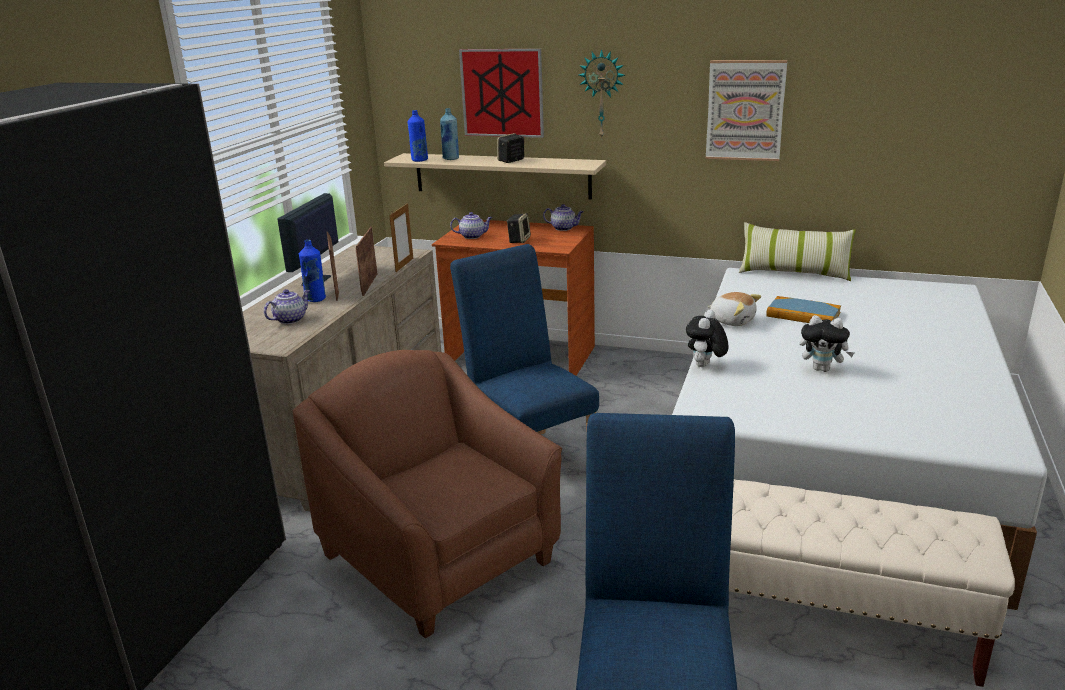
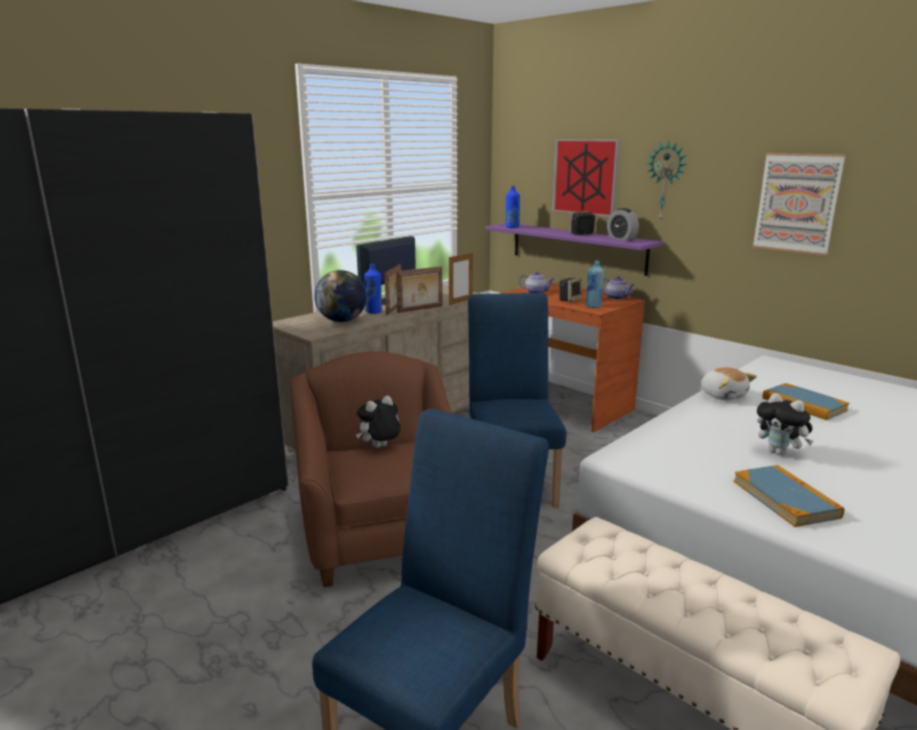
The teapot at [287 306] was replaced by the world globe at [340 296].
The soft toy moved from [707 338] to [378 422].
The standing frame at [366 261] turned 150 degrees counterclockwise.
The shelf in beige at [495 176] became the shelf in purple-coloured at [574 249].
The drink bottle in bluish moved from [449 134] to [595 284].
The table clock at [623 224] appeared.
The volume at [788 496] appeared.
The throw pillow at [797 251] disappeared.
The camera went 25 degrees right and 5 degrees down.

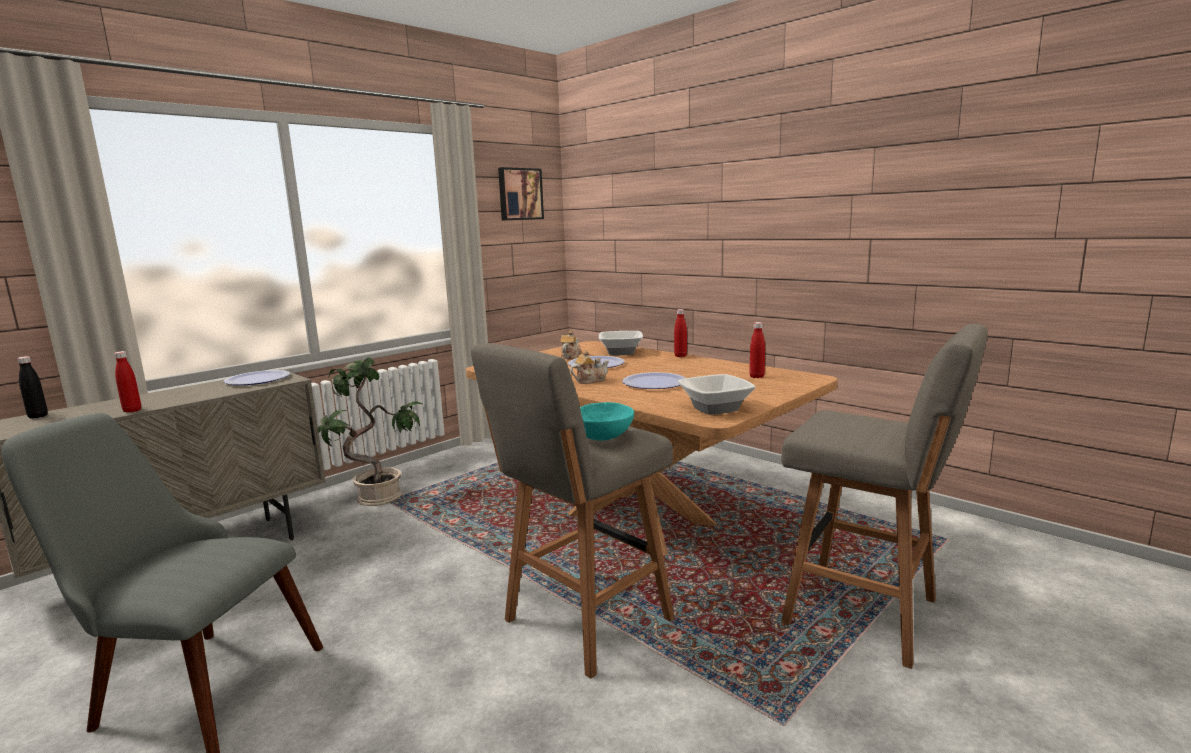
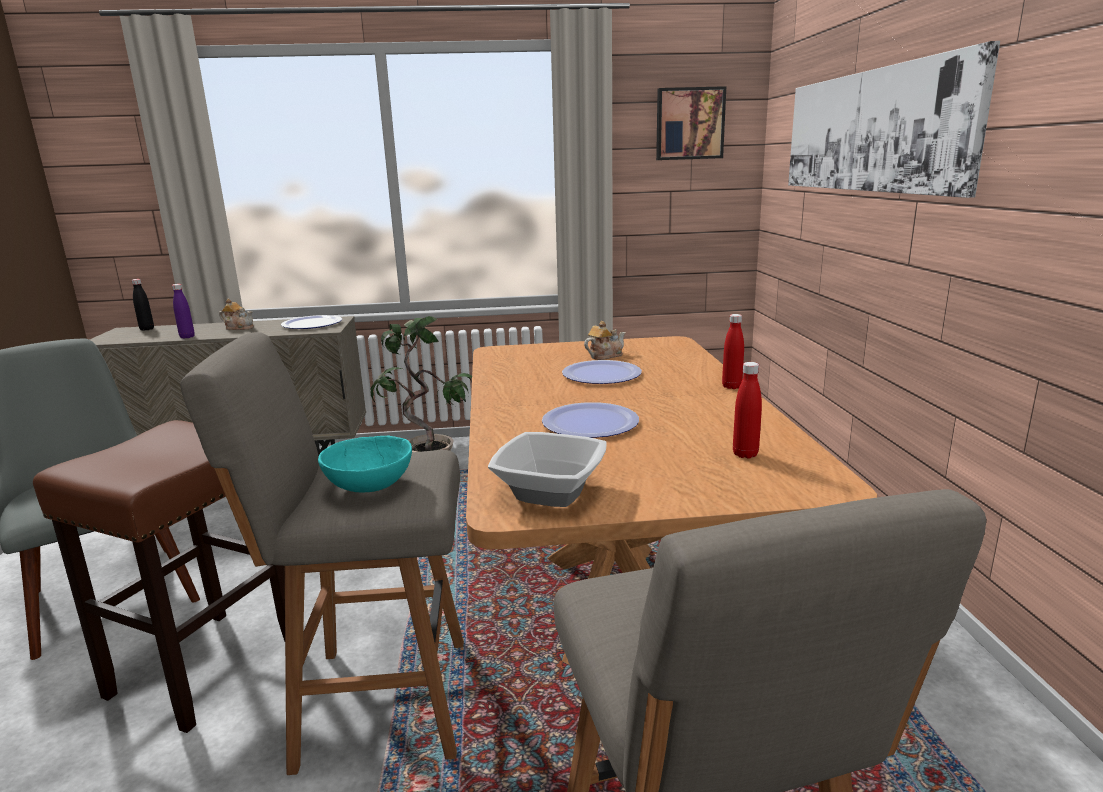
The stool in brownish at [159 576] appeared.
The drink bottle in reddish at [127 382] became the drink bottle in purple-coloured at [183 311].
The teapot moved from [589 367] to [236 314].
The wall art at [894 119] appeared.
The deep dish at [621 343] disappeared.
The camera went 40 degrees right and 5 degrees up.

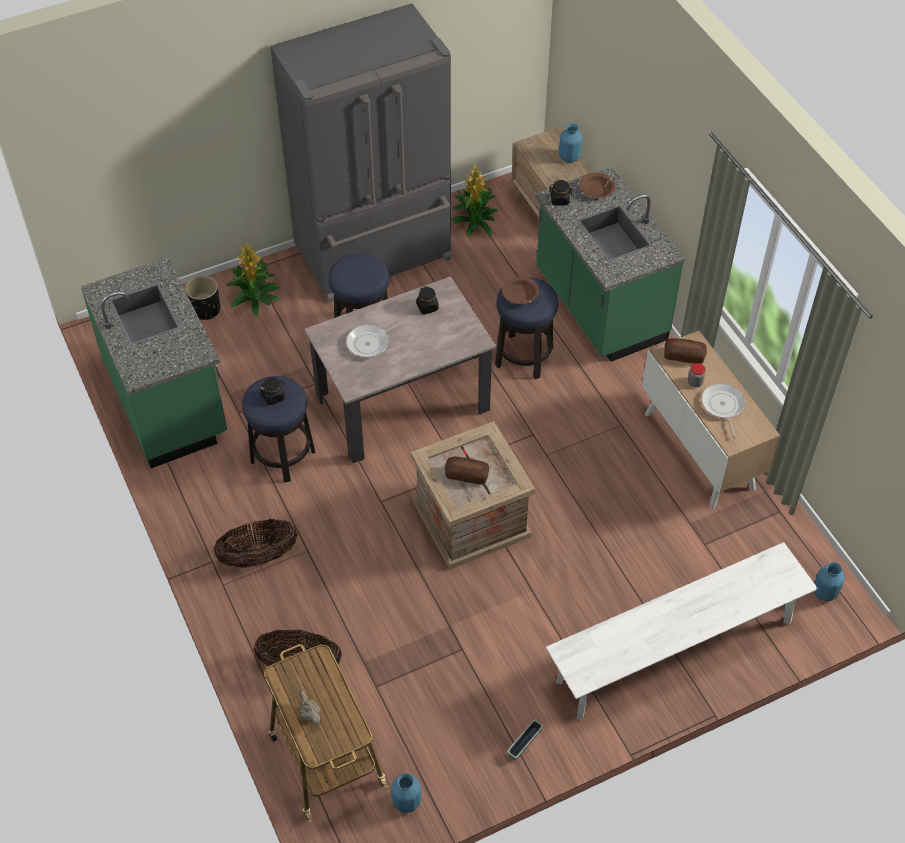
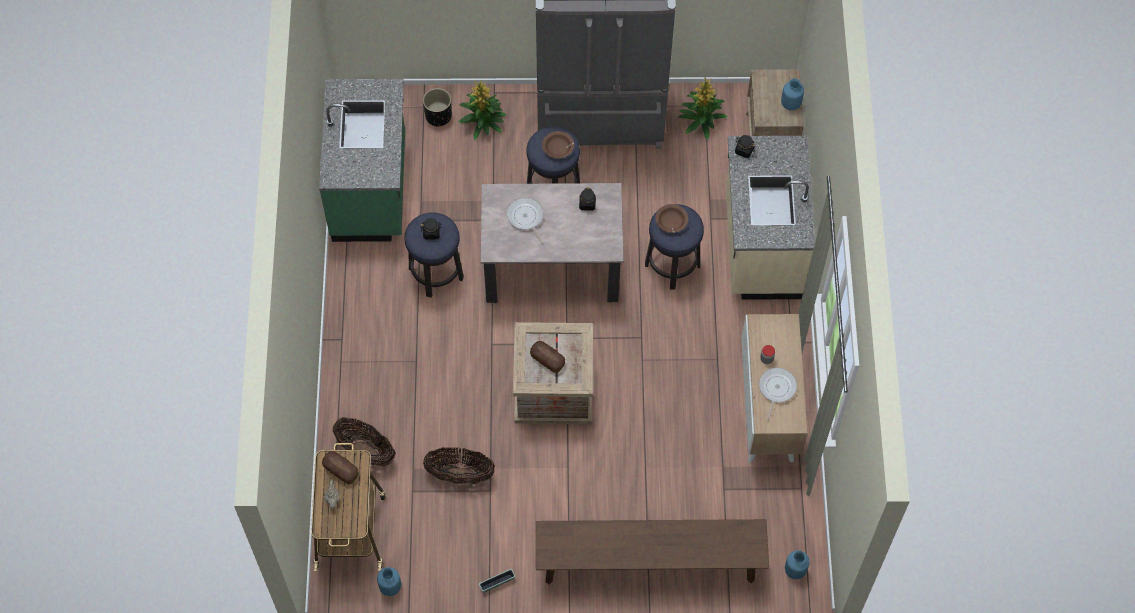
The bakery bread moved from [685 351] to [340 467].
The basket moved from [256 543] to [459 465].
The pan at [375 338] turned 75 degrees clockwise.
The indoor bench in white-coloured at [682 631] became the indoor bench in brownish at [652 552].
The deep dish in brownish moved from [597 185] to [558 145].
The kitchen base unit in green at [610 264] became the kitchen base unit in beige at [770 218].
The camera went 25 degrees right and 10 degrees up.

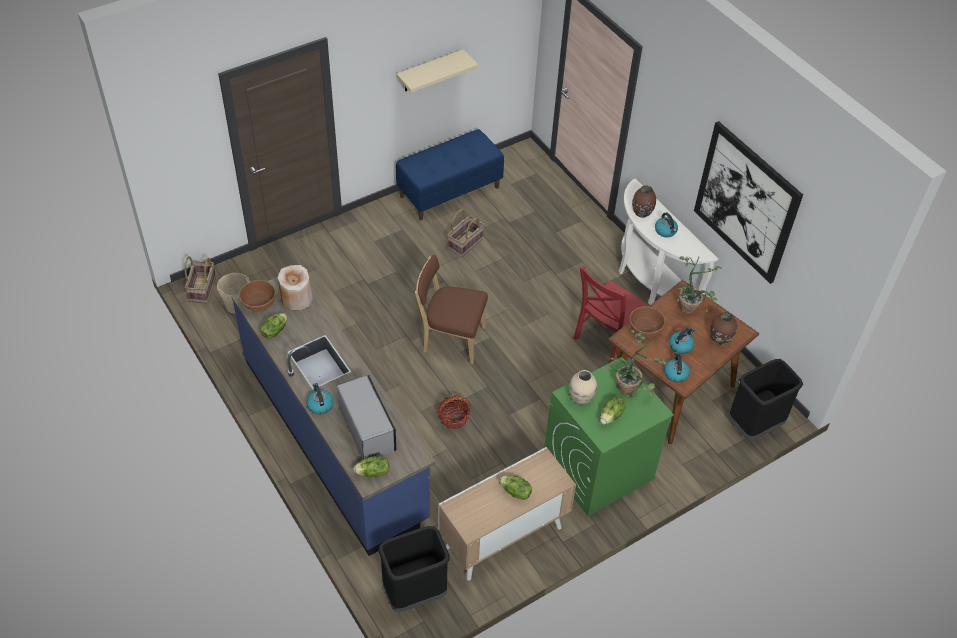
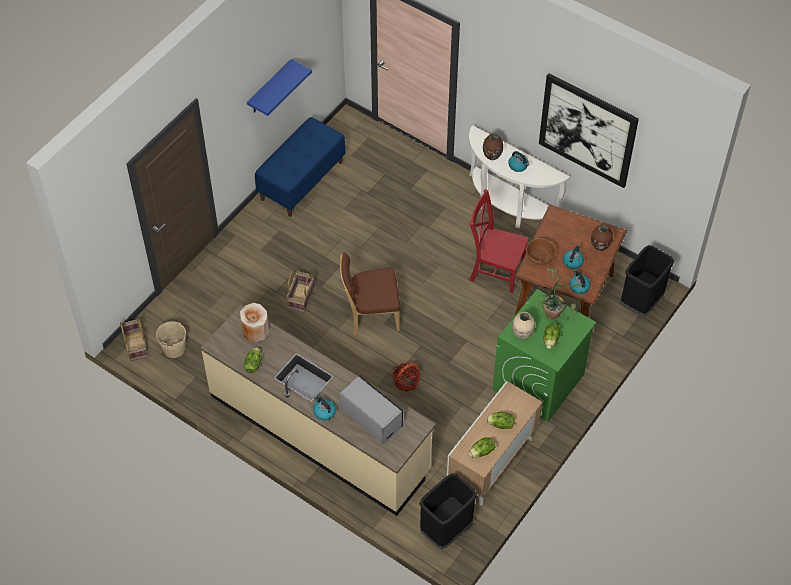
The kitchen base unit in bluish at [333 416] became the kitchen base unit in beige at [318 410].
The shelf in beige at [437 70] became the shelf in bluish at [279 87].
The basket moved from [466 233] to [300 291].
The chair in reddish at [611 314] turned 90 degrees clockwise.
The lettuce head moved from [371 466] to [482 447].
The deep dish in brownish at [257 296] disappeared.
The houseplant at [699 285] disappeared.
The camera went 20 degrees left and 5 degrees up.

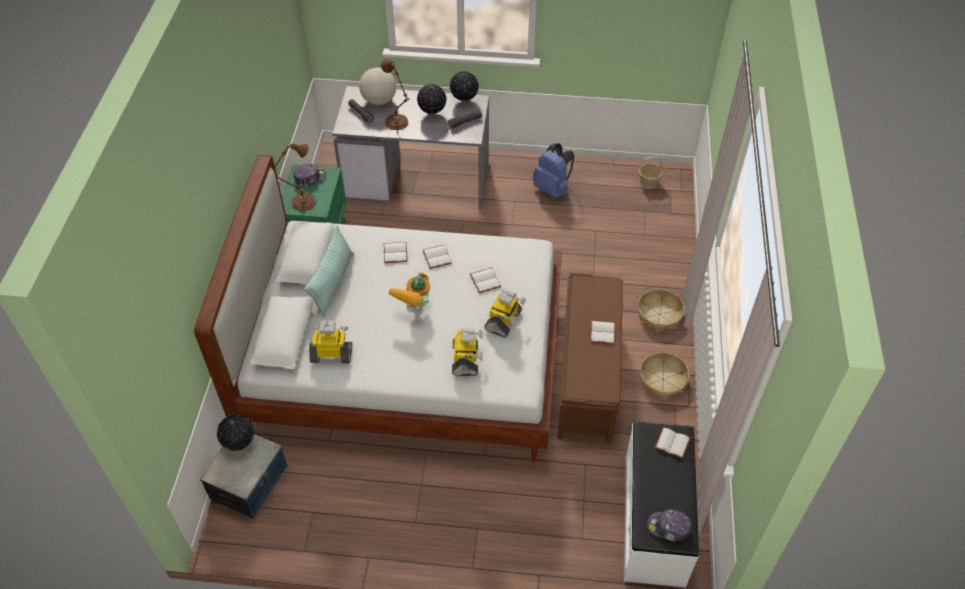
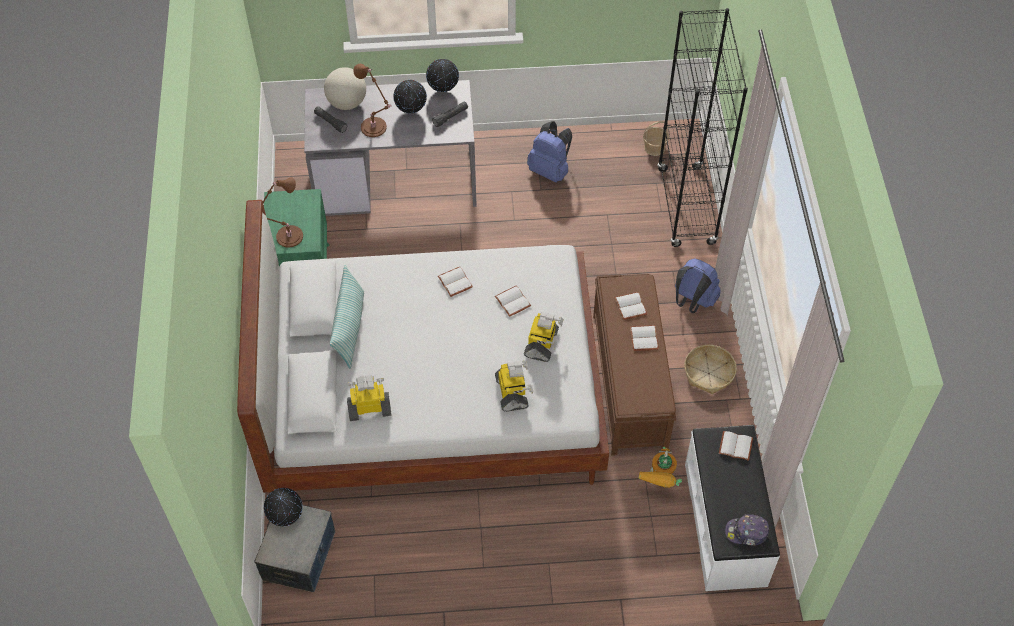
The volume in white-coloured moved from [396 252] to [631 306].
The robot figure moved from [409 290] to [660 467].
The shelving unit in black-coloured at [702 127] appeared.
The basket at [661 310] was replaced by the knapsack in bluish at [698 285].
The baseball cap at [310 175] disappeared.
The camera went 10 degrees left and 5 degrees up.

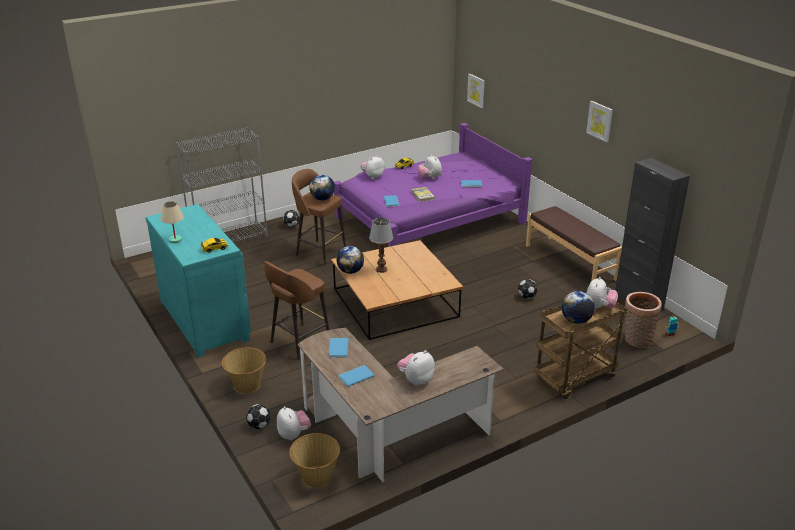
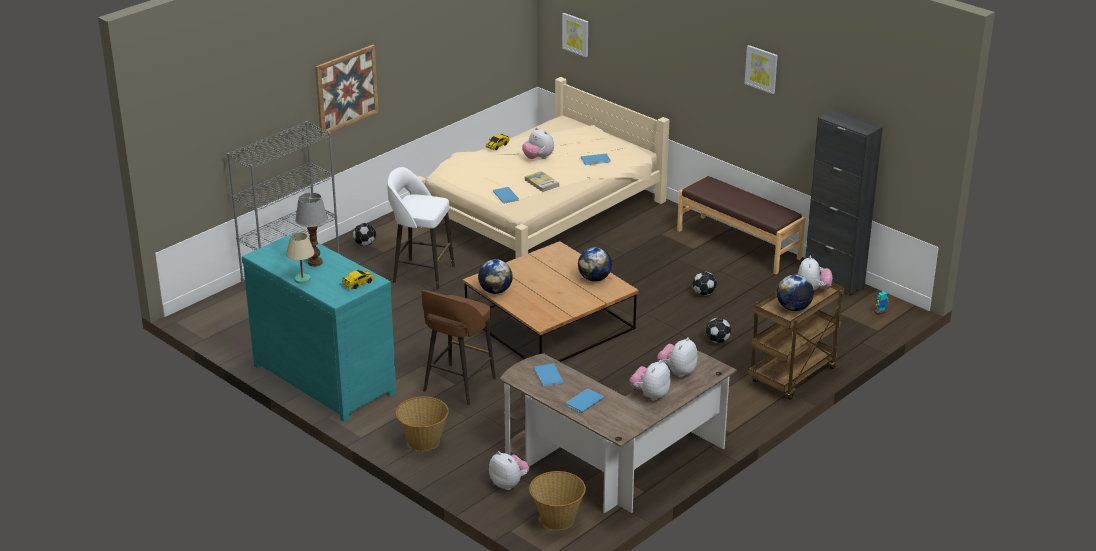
The tabletop lamp moved from [381 245] to [311 230].
The wall art at [347 90] appeared.
The stool in brownish at [319 217] became the stool in white-coloured at [421 228].
The bedroom bed in purple-coloured at [433 185] became the bedroom bed in beige at [543 167].
The world globe moved from [322 187] to [595 264].
The soft toy moved from [373 167] to [677 357].
The football moved from [258 416] to [718 330].
The basket at [643 320] disappeared.
The camera went 15 degrees left and 0 degrees up.

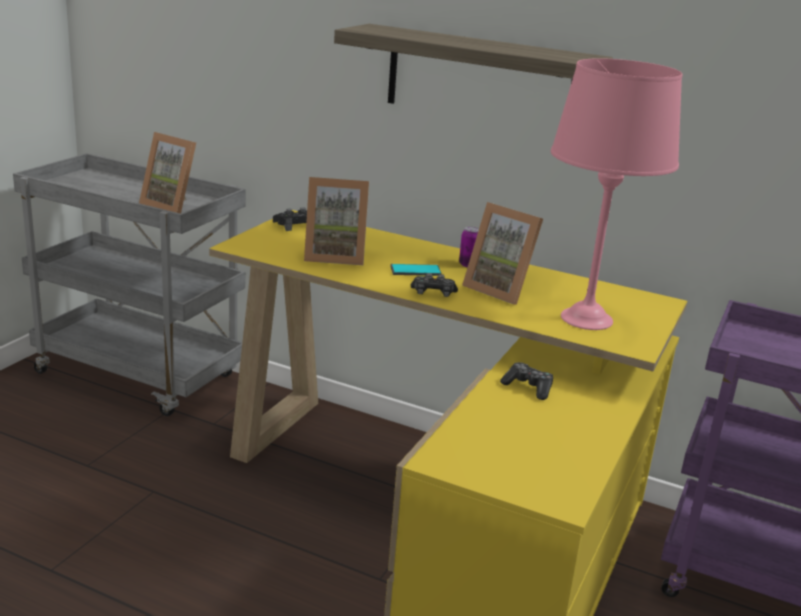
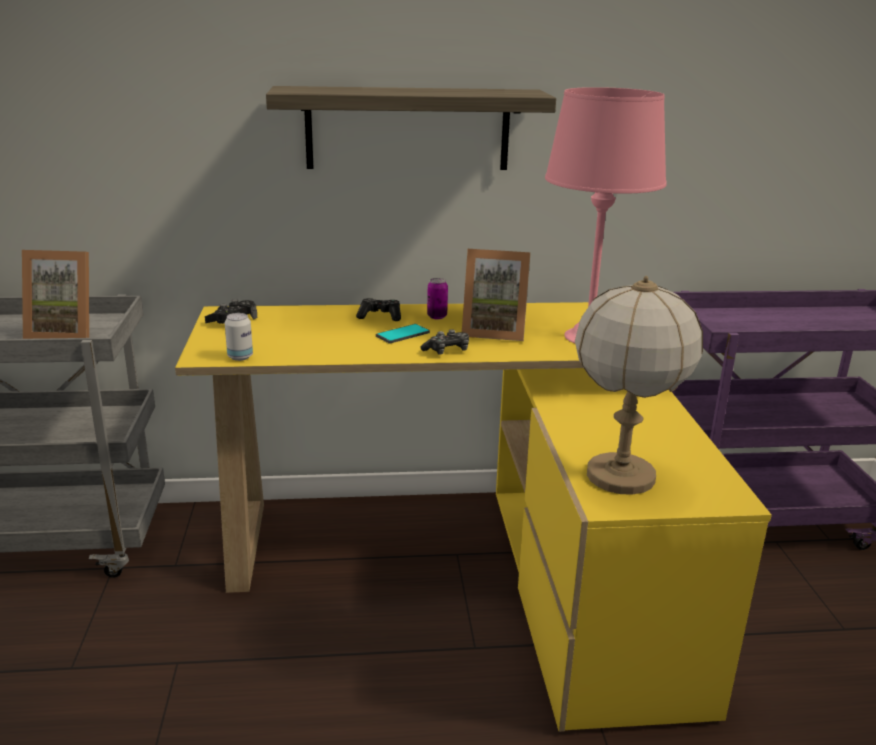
The metal can at [239 337] appeared.
The gamepad moved from [526 381] to [378 309].
The tabletop lamp at [639 385] appeared.
The standing frame at [336 221] disappeared.
The camera went 30 degrees left and 0 degrees up.

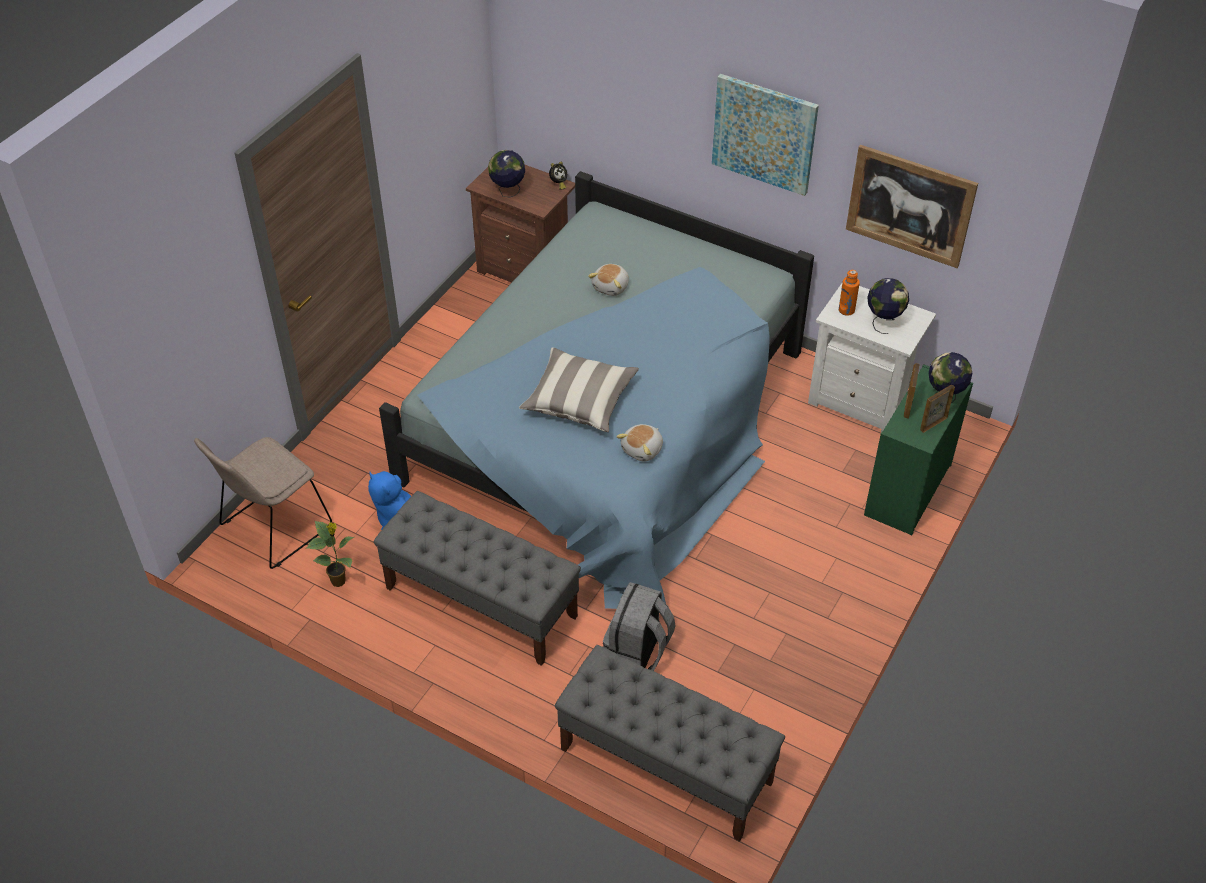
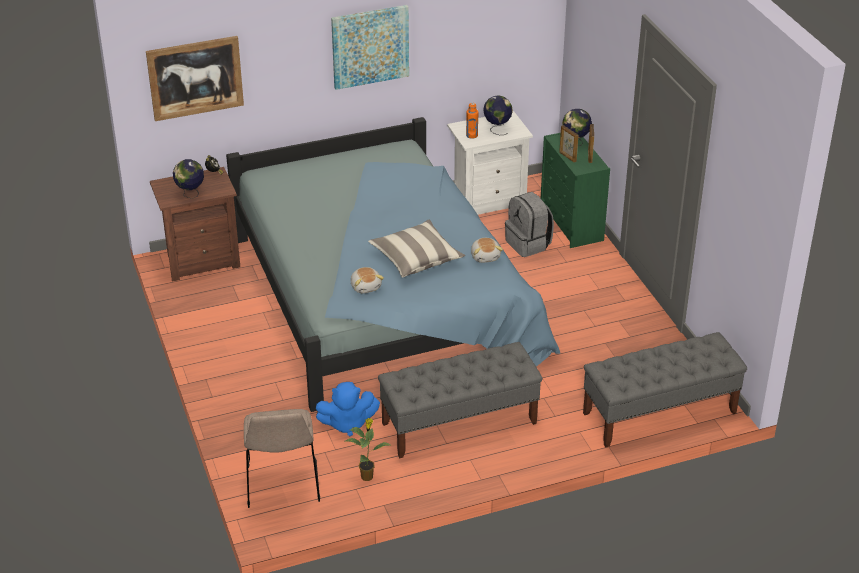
The wall art moved from [912 206] to [195 78].
The soft toy moved from [608 280] to [367 280].
The knapsack in gray moved from [639 626] to [529 224].
The camera went 50 degrees left and 10 degrees down.

